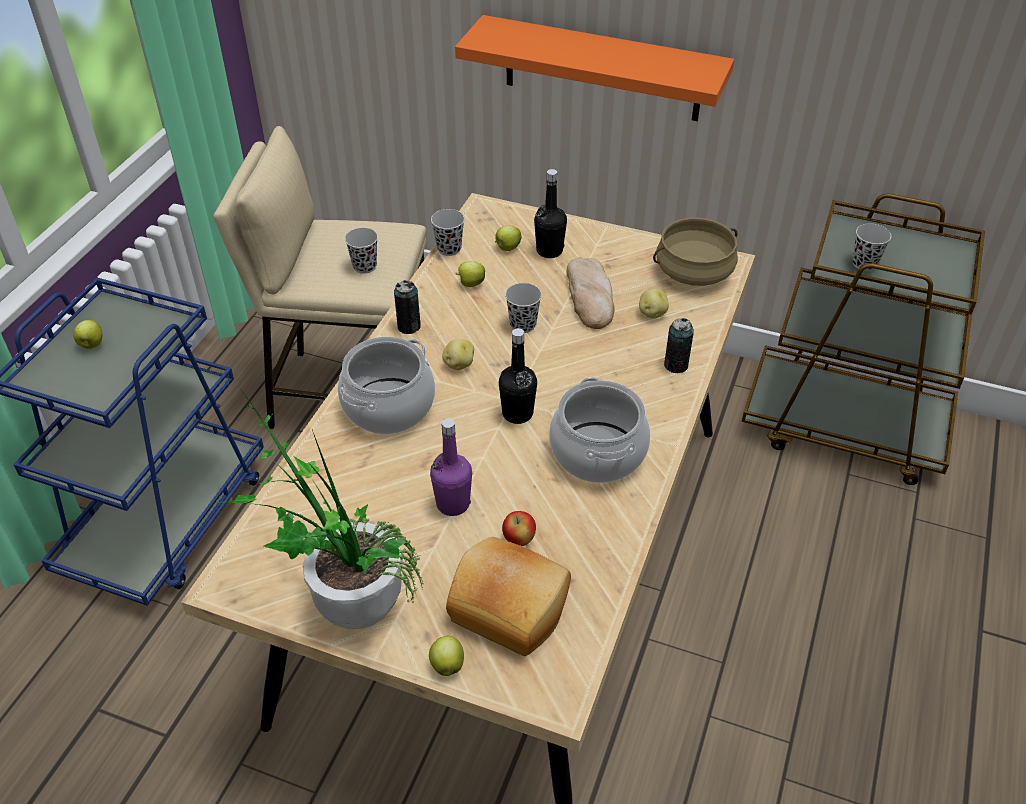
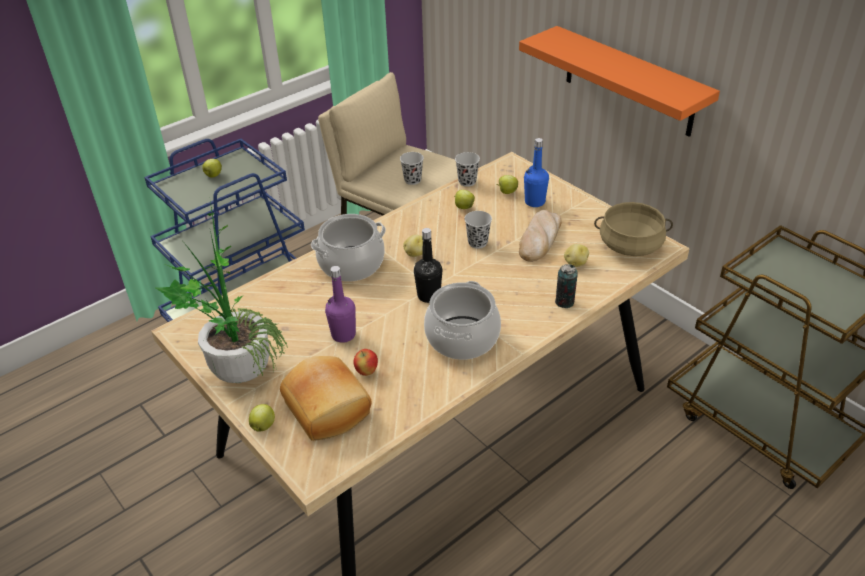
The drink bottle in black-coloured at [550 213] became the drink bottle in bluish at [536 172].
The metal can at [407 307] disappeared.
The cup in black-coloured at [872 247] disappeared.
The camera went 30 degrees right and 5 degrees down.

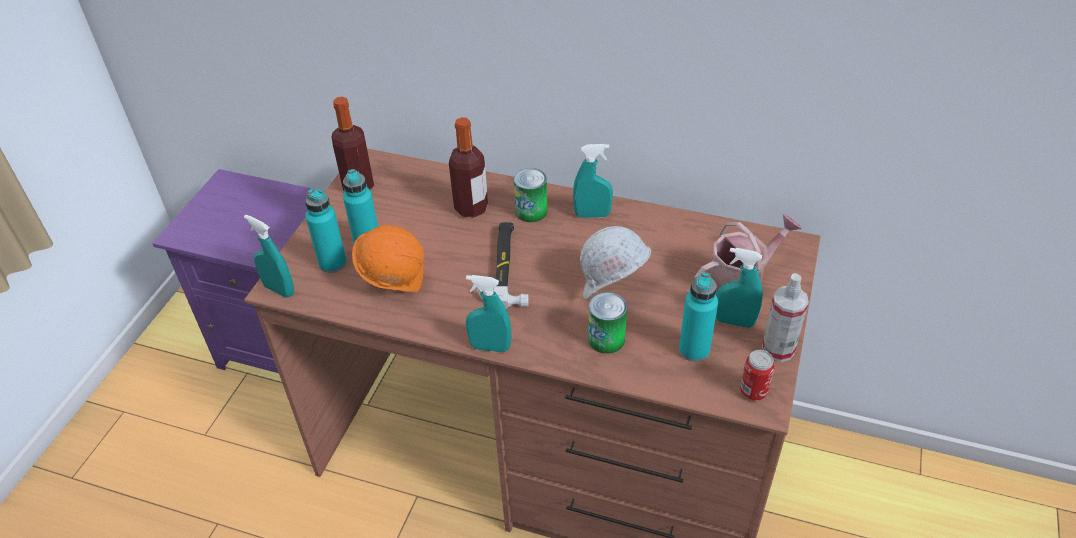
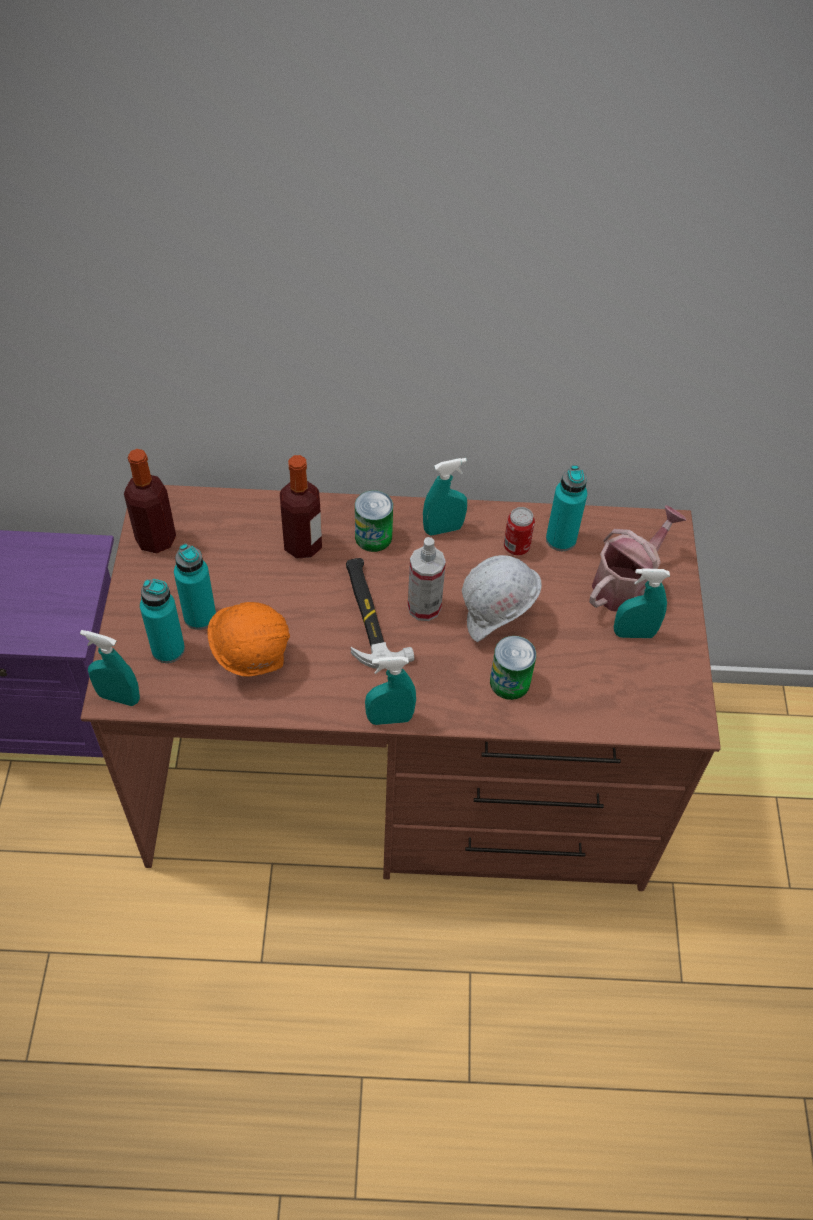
The spray bottle moved from [785 317] to [427 579].
The metal can moved from [757 375] to [519 531].
The drink bottle in turquoise moved from [698 317] to [566 508].
The camera went 20 degrees left and 10 degrees up.

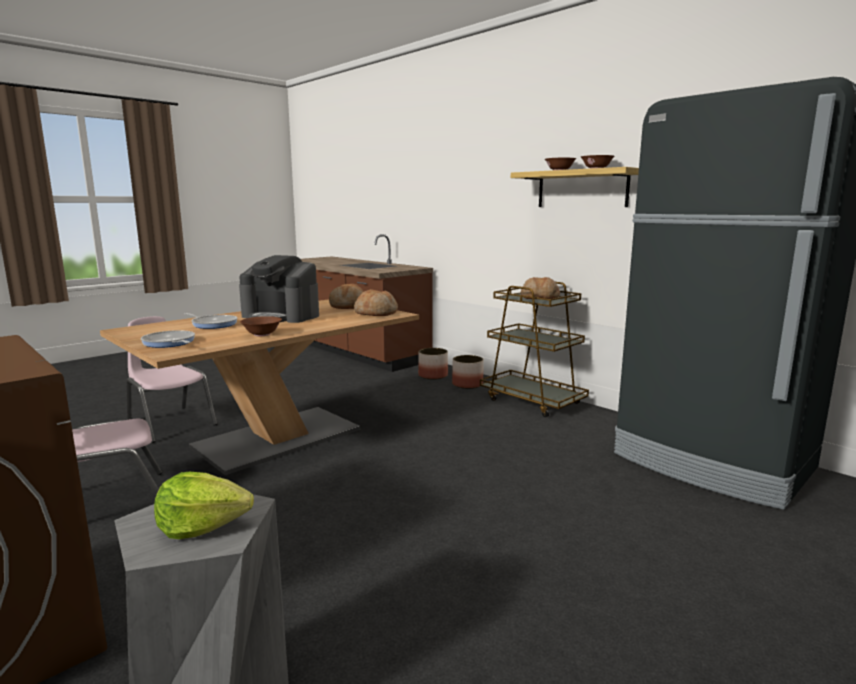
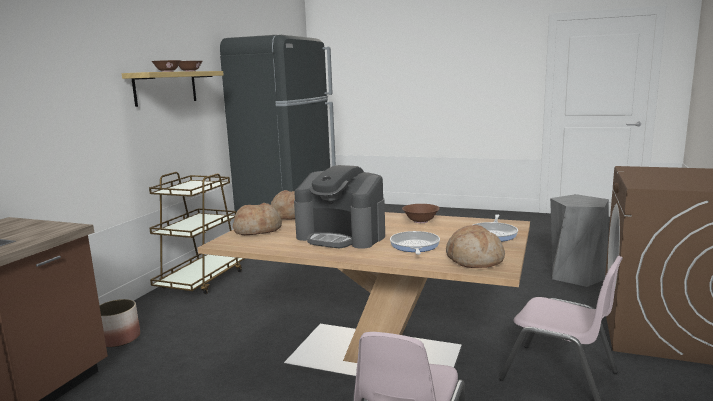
The coffee machine at [279 289] turned 120 degrees clockwise.
The bakery bread moved from [540 288] to [475 246].
The lettuce head at [204 505] disappeared.
The flower pot at [468 372] disappeared.
The camera went 115 degrees left and 0 degrees up.

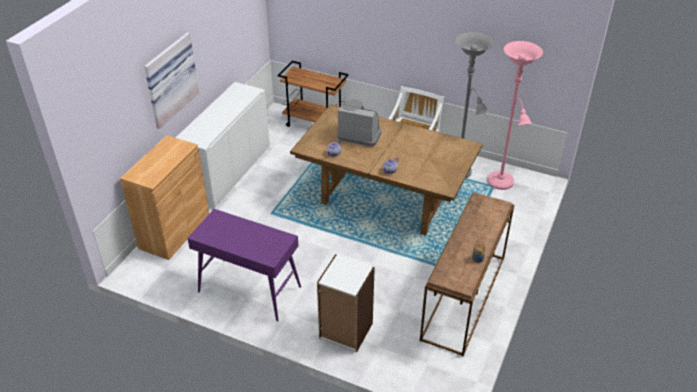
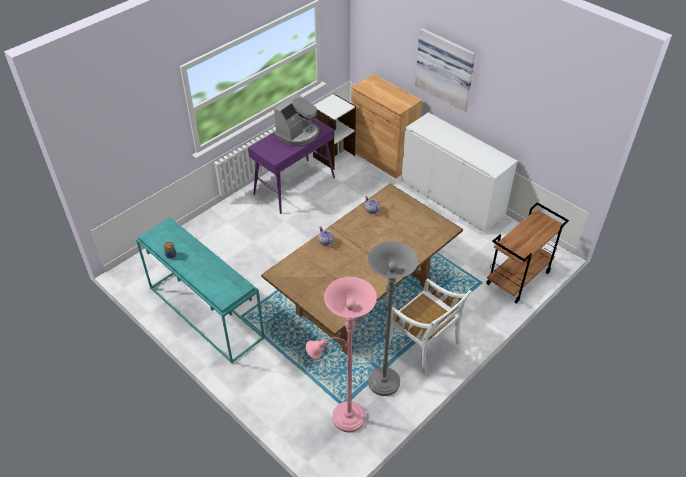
The hall table in brownish at [467 274] became the hall table in turquoise at [200 291].
The coffee machine moved from [359 123] to [296 119].
The shelving unit in white-coloured moved from [346 303] to [334 132].
The camera went 110 degrees right and 5 degrees up.

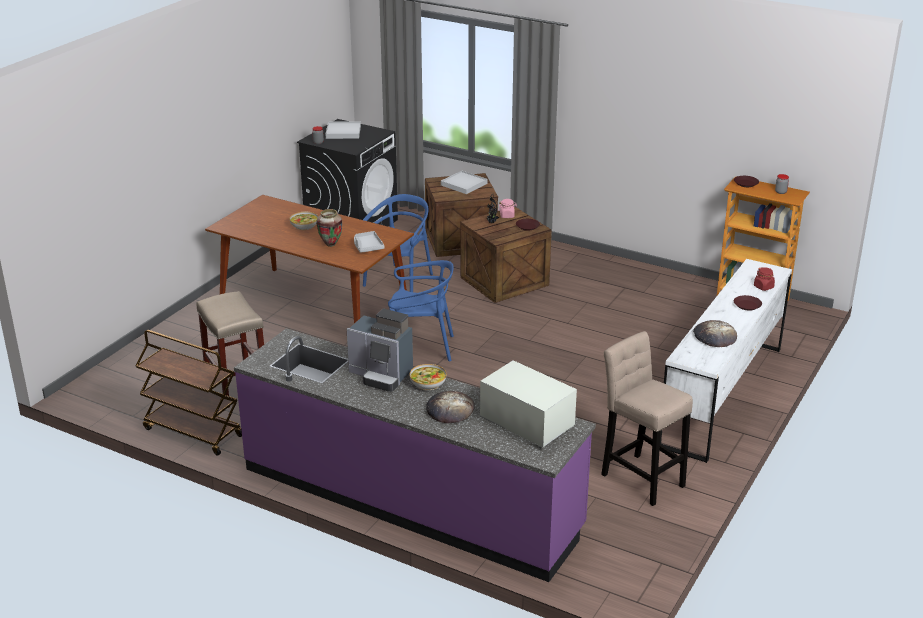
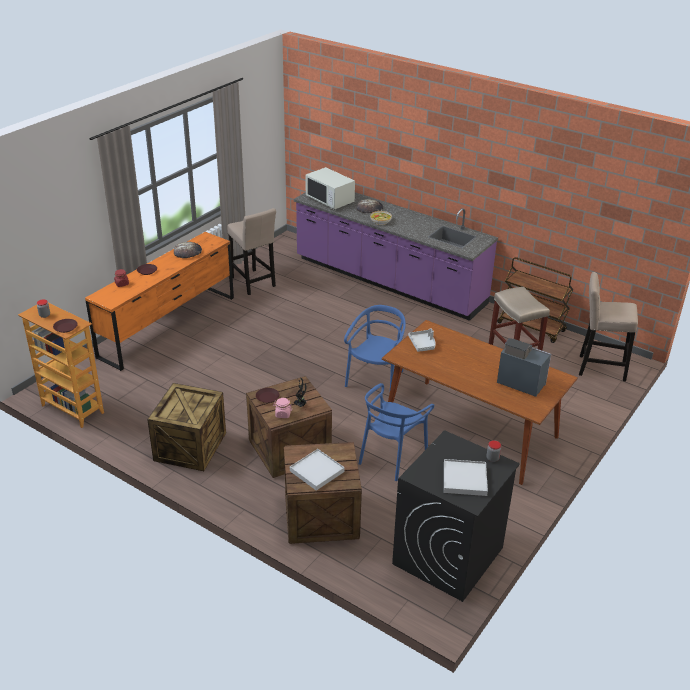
The dresser in white-coloured at [726 361] became the dresser in orangey at [159 301].
The packing crate at [186 427] appeared.
The chair in bluish at [421 310] turned 105 degrees clockwise.
The coffee machine moved from [380 350] to [524 367].
The stool in beige at [608 326] appeared.
The deep dish at [304 221] disappeared.
The decorative vase at [329 228] disappeared.
The camera went 175 degrees left and 5 degrees up.

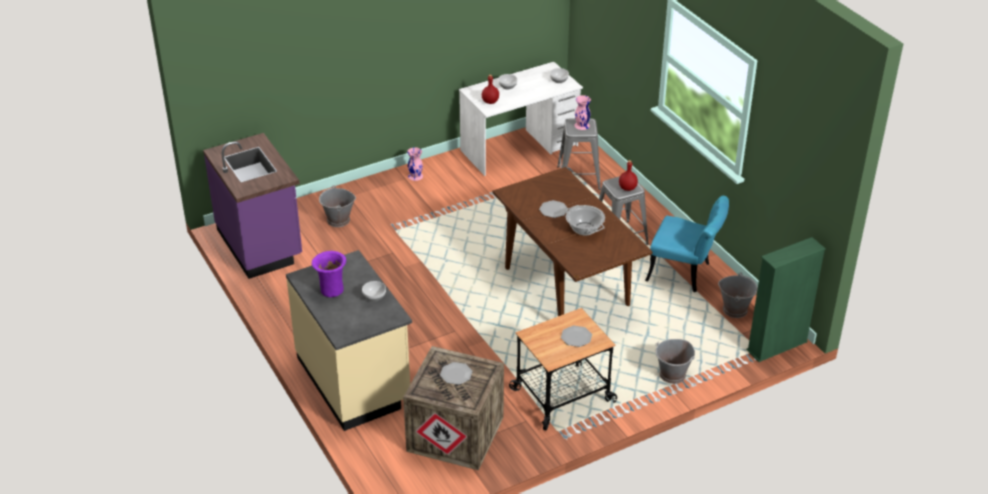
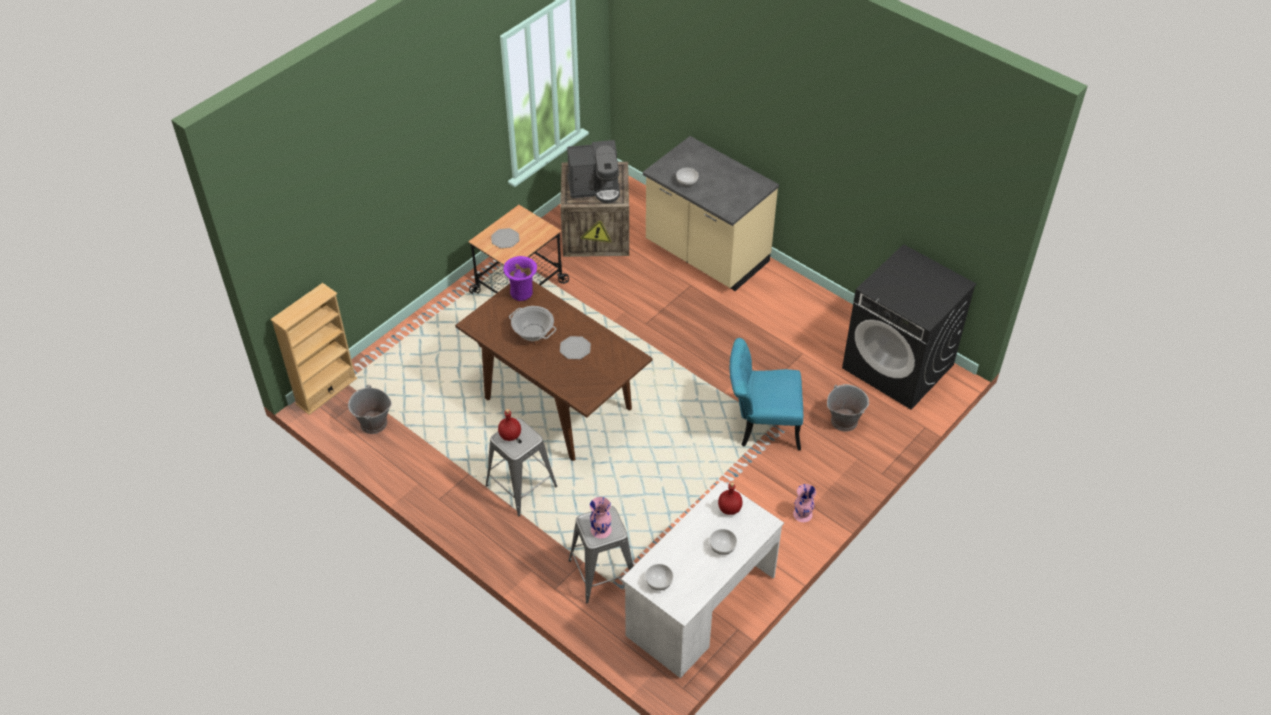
The shelving unit in green at [786 299] became the shelving unit in beige at [313 349].
The decorative vase in purple-coloured moved from [329 274] to [520 278].
The flat dish at [456 373] was replaced by the coffee machine at [593 171].
The chair in turquoise moved from [687 244] to [766 394].
The kitchen base unit in purple-coloured at [252 206] was replaced by the laundry machine in black-coloured at [909 326].
The bucket in gray at [675 361] disappeared.
The camera went 160 degrees right and 10 degrees up.

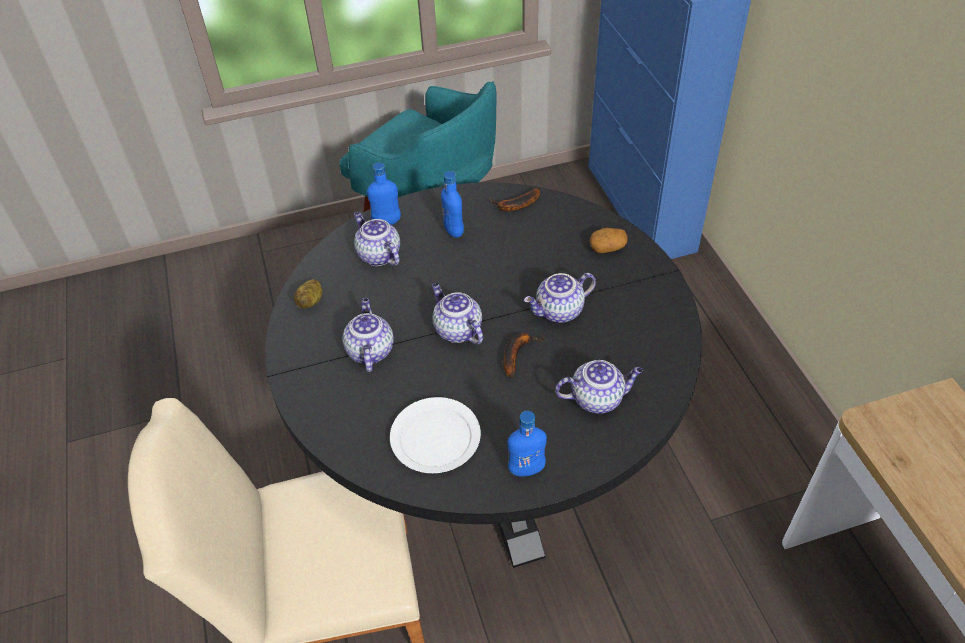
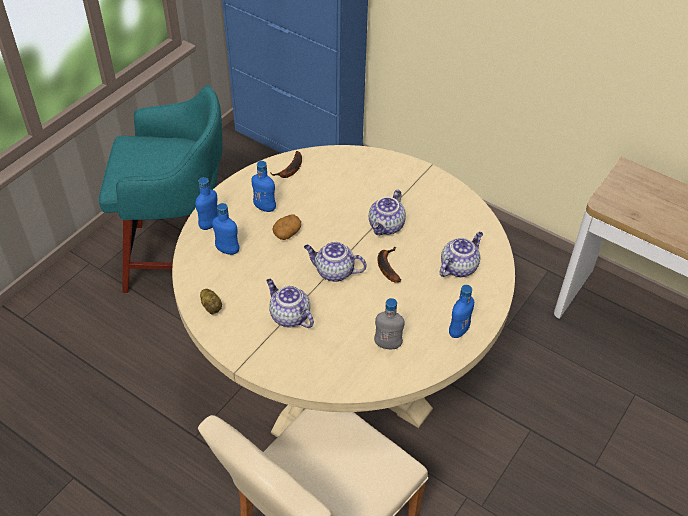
The dining table in black-coloured at [483 375] became the dining table in beige at [343 291].
The teapot at [377 239] was replaced by the drink bottle in bluish at [225 229].
The whole potato moved from [609 240] to [287 227].
The flat dish in white-coloured at [435 435] was replaced by the drink bottle in gray at [389 323].
The camera went 40 degrees left and 0 degrees up.

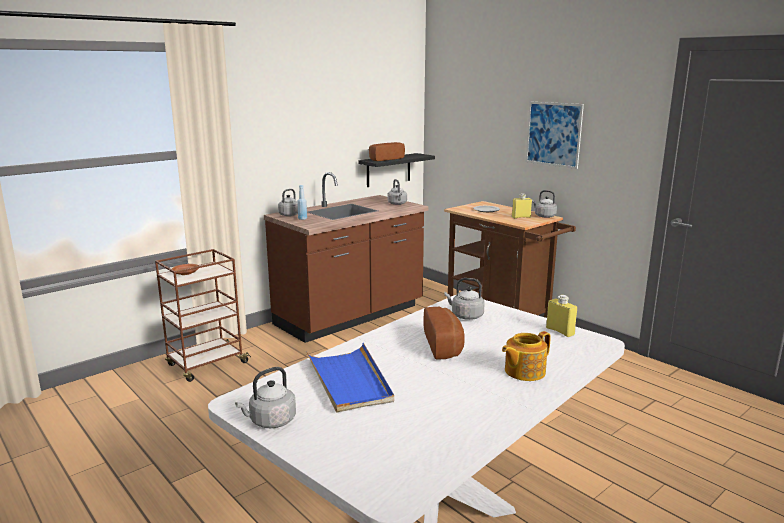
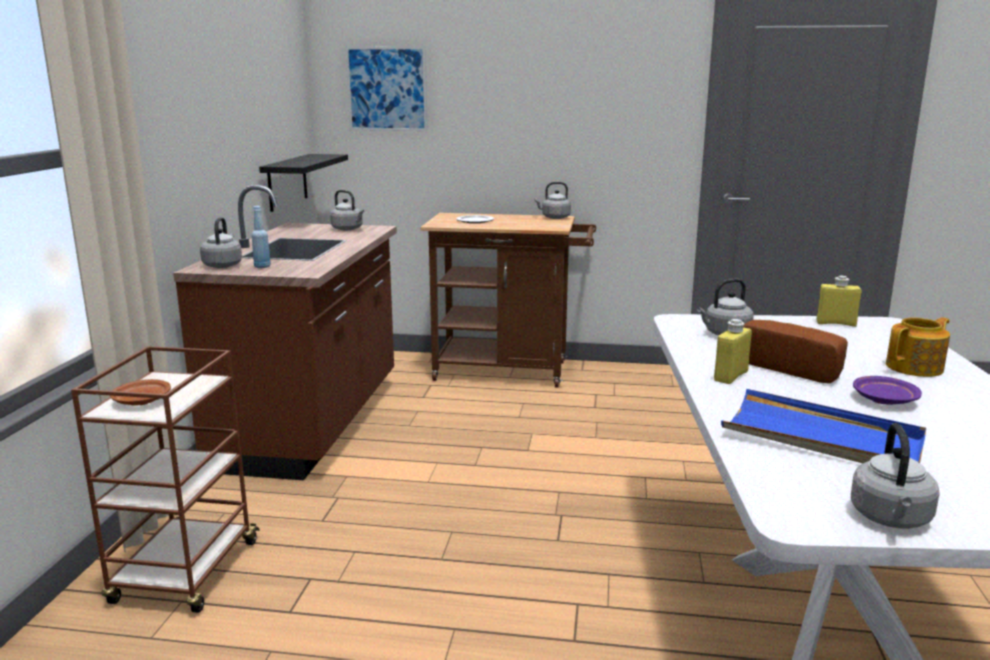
The wall art moved from [555 135] to [386 88].
The drink bottle in yellowish moved from [522 205] to [733 351].
The flat dish in purple-coloured at [887 390] appeared.
The teapot at [526 356] turned 135 degrees counterclockwise.
The bakery bread at [387 151] disappeared.
The camera went 40 degrees left and 0 degrees up.

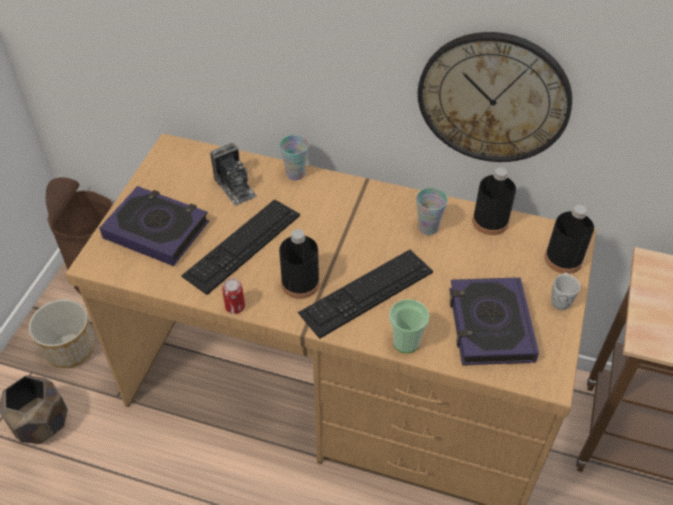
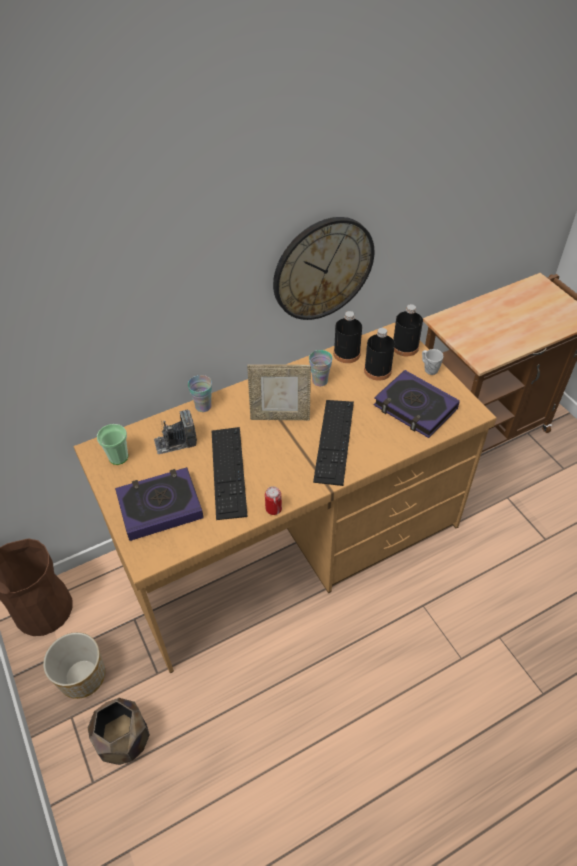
The cup moved from [409 326] to [112 444].
The photo camera at [233 174] turned 150 degrees clockwise.
The standing frame at [279 392] appeared.
The drink bottle in black-coloured moved from [299 264] to [379 354].
The camera went 45 degrees left and 0 degrees up.

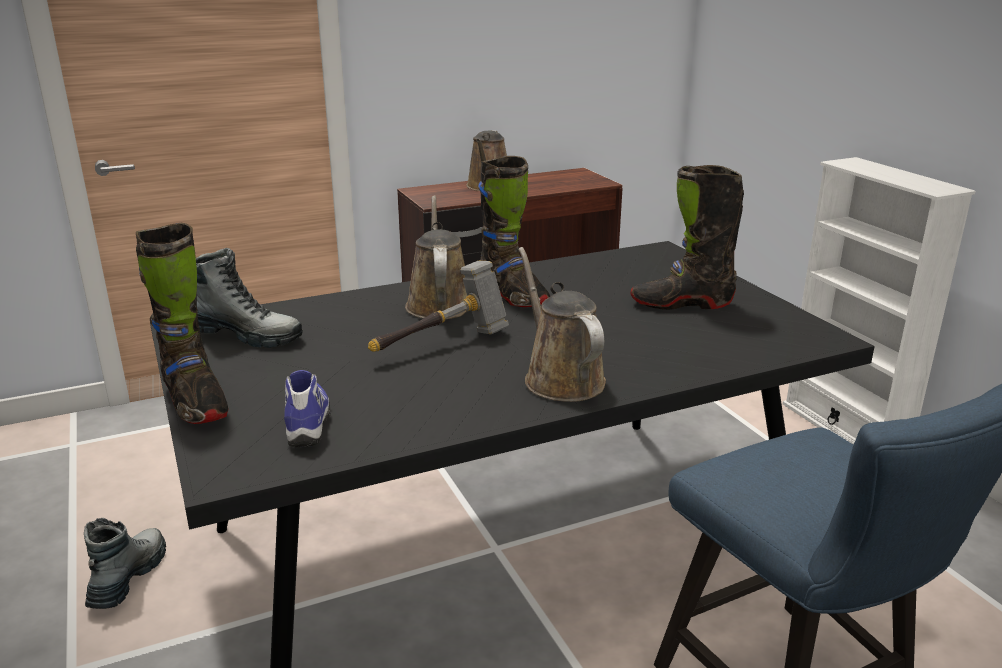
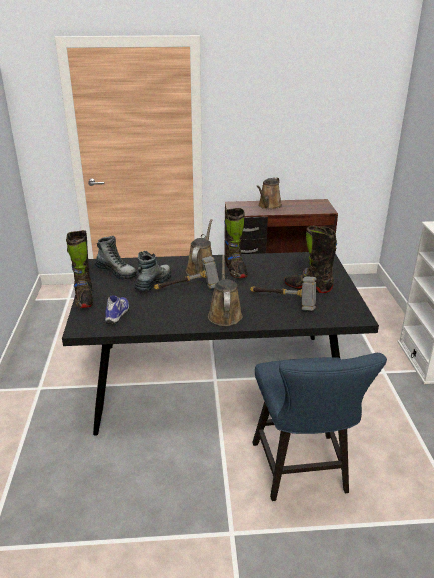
The tall boot moved from [125 563] to [153 271].
The hammer at [283 293] appeared.
The camera went 20 degrees right and 5 degrees up.

